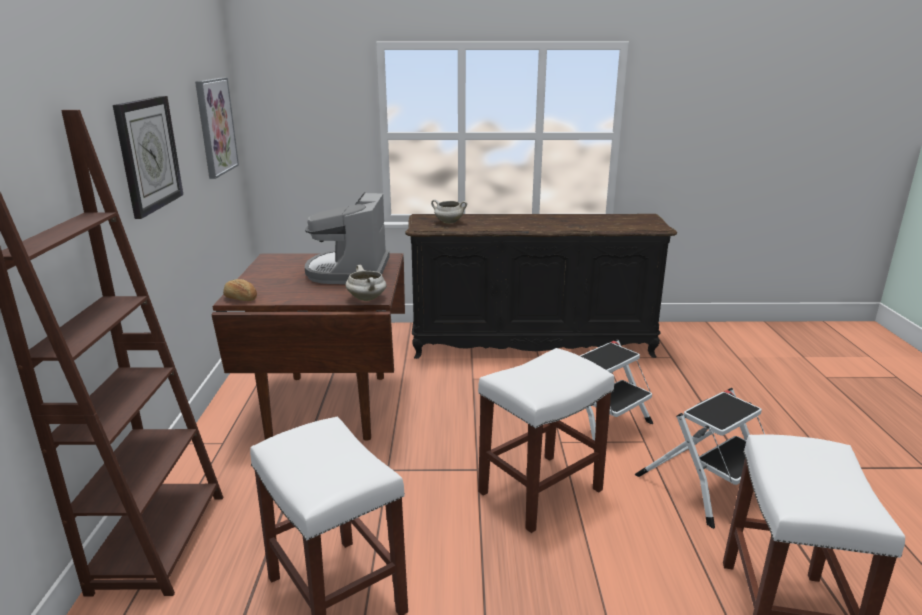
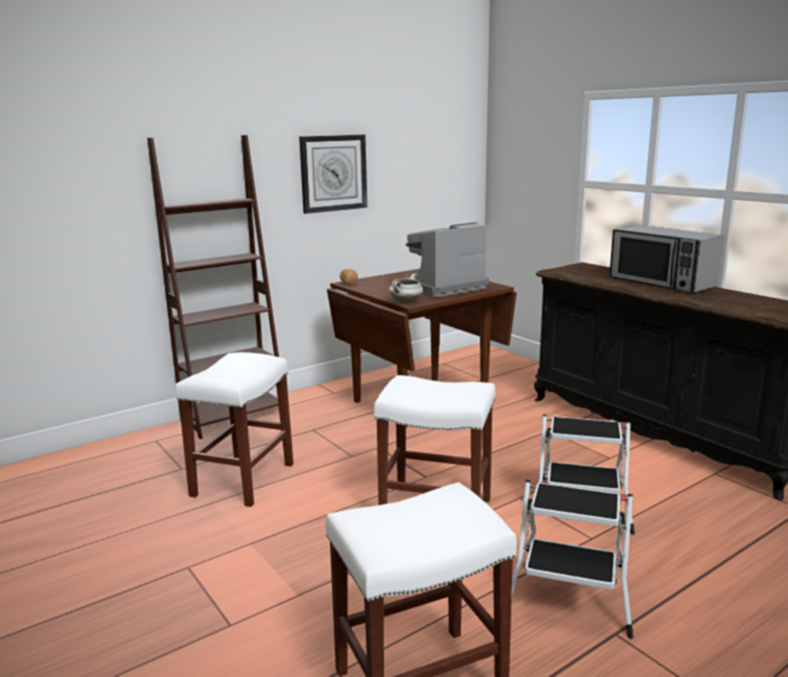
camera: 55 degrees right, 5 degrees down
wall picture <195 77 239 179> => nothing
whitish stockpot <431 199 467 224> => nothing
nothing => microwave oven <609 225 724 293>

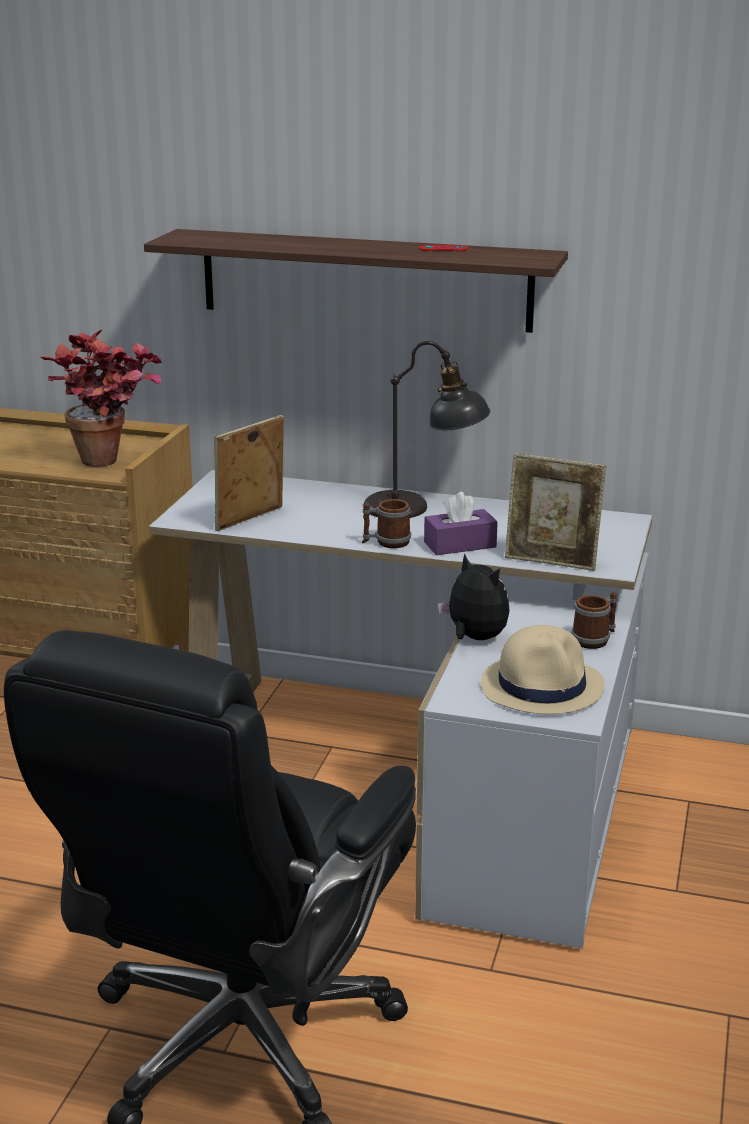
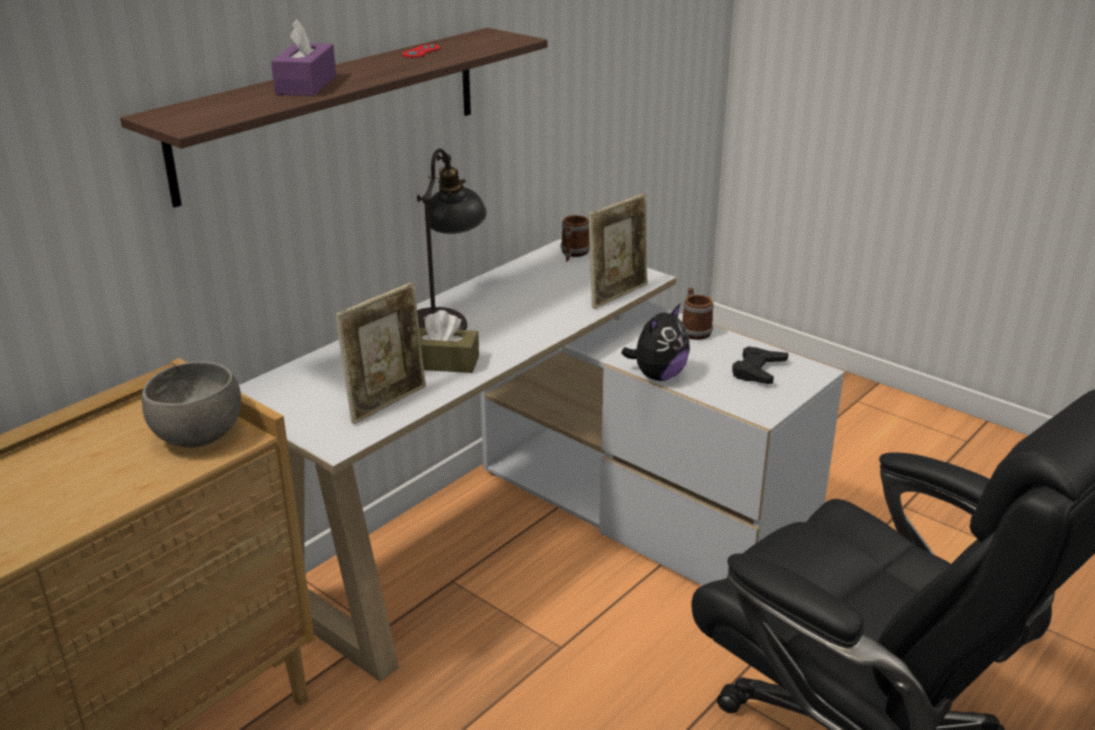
camera: 65 degrees left, 5 degrees up
nothing => brown tissue box <419 310 479 373>
tea mug <362 499 411 548> => tea mug <561 215 590 262>, moved
purple-coloured tissue box <424 492 498 555> => purple-coloured tissue box <271 19 336 96>, moved
potted plant <41 330 162 467> => greyish bowl <142 361 241 448>
sand-coloured clothing hat <481 625 604 714> => black gamepad <732 346 789 384>
standing frame <214 415 284 531> => standing frame <335 282 426 424>, 120 degrees counterclockwise
plush toy <438 553 510 640> => plush toy <621 304 690 381>, 150 degrees clockwise

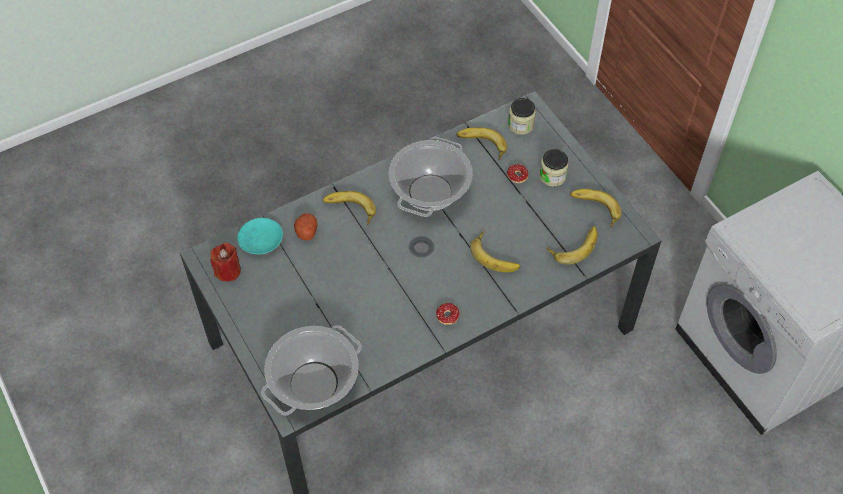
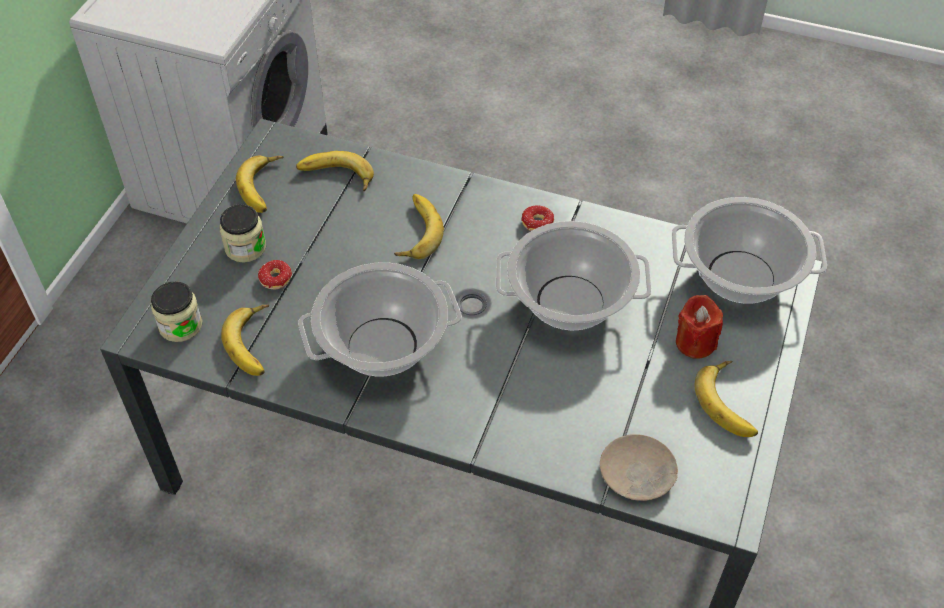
camera: 130 degrees left, 5 degrees down
spud <294 213 317 241> => nothing
nothing => stockpot <496 221 651 331>
red candle <210 243 241 282> => red candle <676 295 723 359>, moved
banana fruit <323 191 376 225> => banana fruit <695 361 758 437>, moved
blue-green flat dish <237 218 283 254> => sand-coloured flat dish <600 434 678 501>

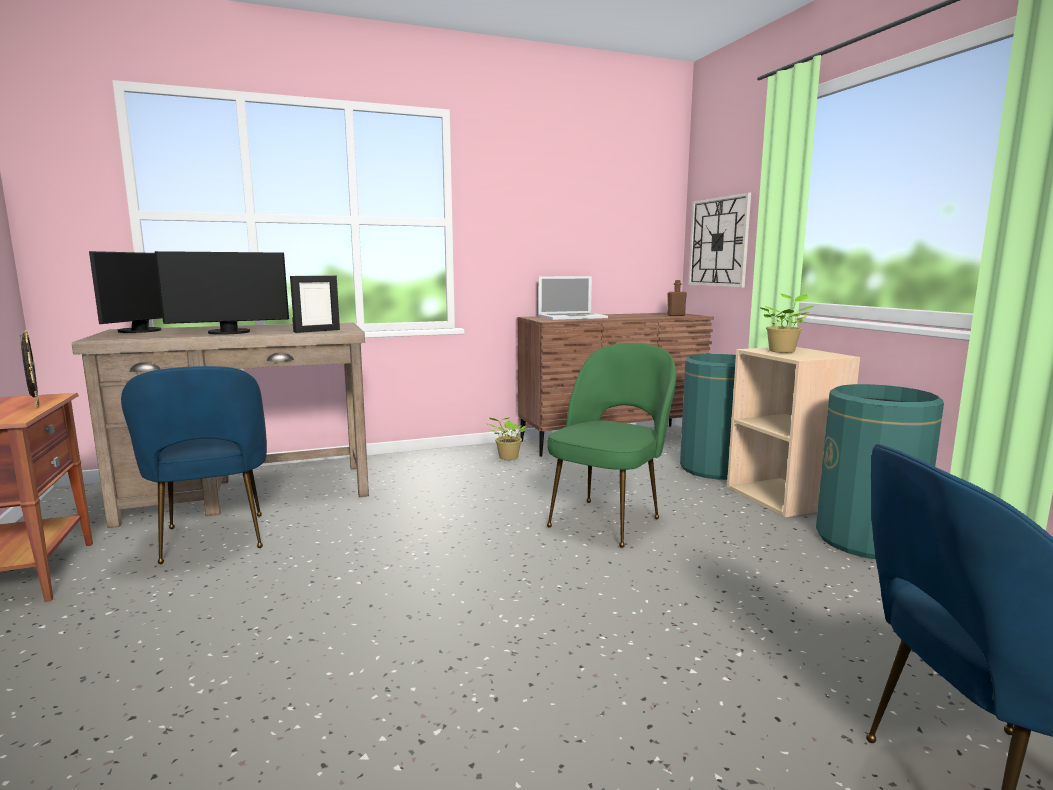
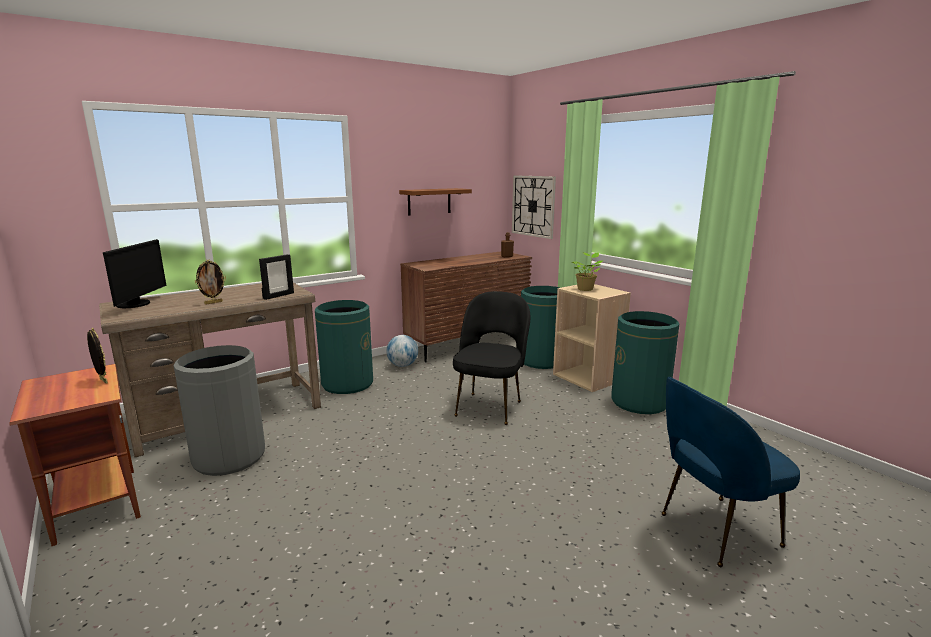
camera: 15 degrees left, 5 degrees up
portable computer <538 276 608 320> => nothing
nothing => greenish waste bin <315 300 373 394>
nothing => brown wall shelf <399 188 472 216>
bluish plain chair <121 366 267 564> => greyish waste bin <174 345 265 476>
computer display <155 251 289 335> => standing frame <195 259 226 304>
potted plant <488 418 527 460> => world globe <386 335 418 367>
greenish plain chair <547 343 676 548> => black plain chair <453 291 530 425>

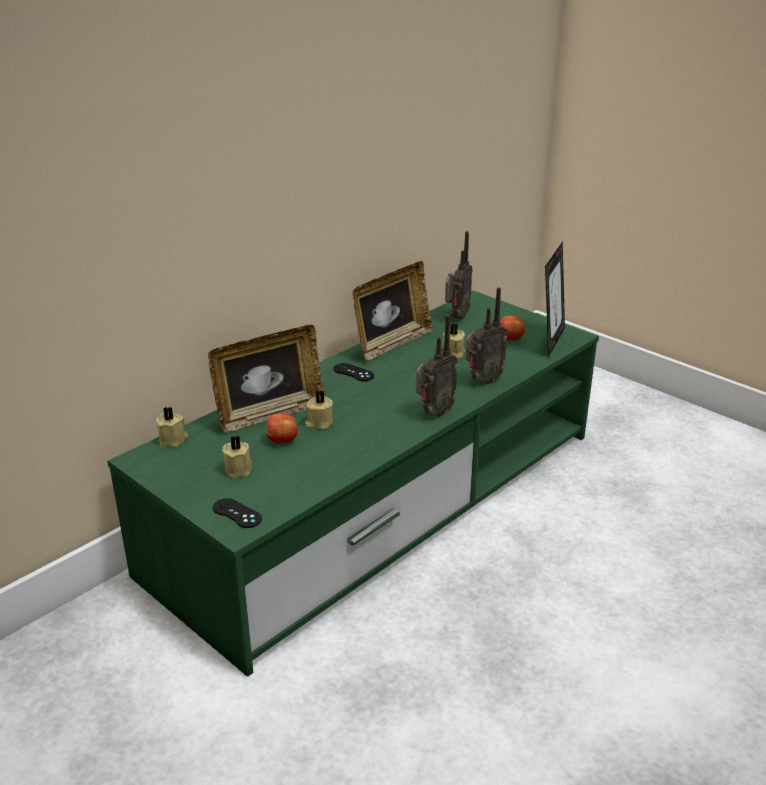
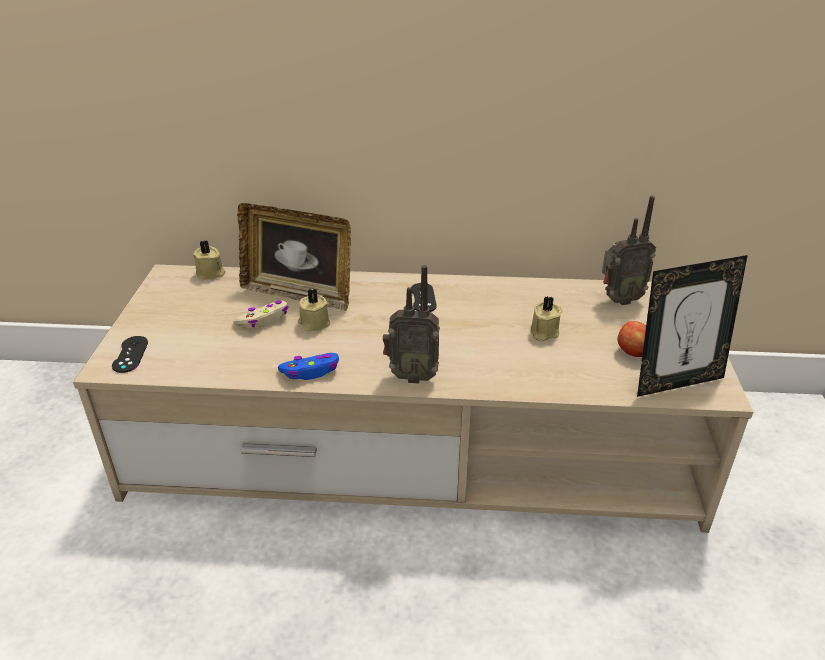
camera: 50 degrees right, 5 degrees up
sand-coloured candle <222 436 252 478> => nothing
standing frame <353 261 434 361> => nothing
radio set <465 287 507 385> => nothing
nothing => bluish gamepad <278 353 339 380>
apple <267 413 298 443> => sand-coloured gamepad <233 300 289 328>
greenish tv stand <107 291 599 677> => sand-coloured tv stand <73 264 753 533>

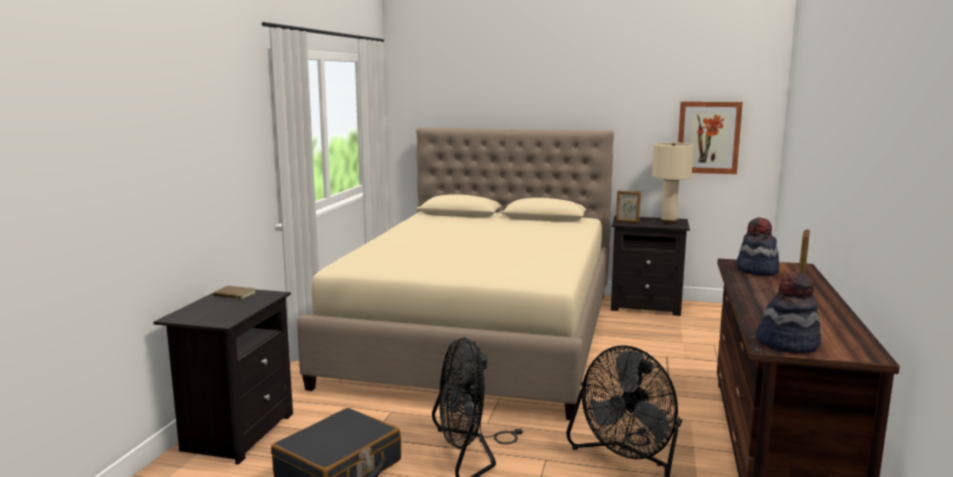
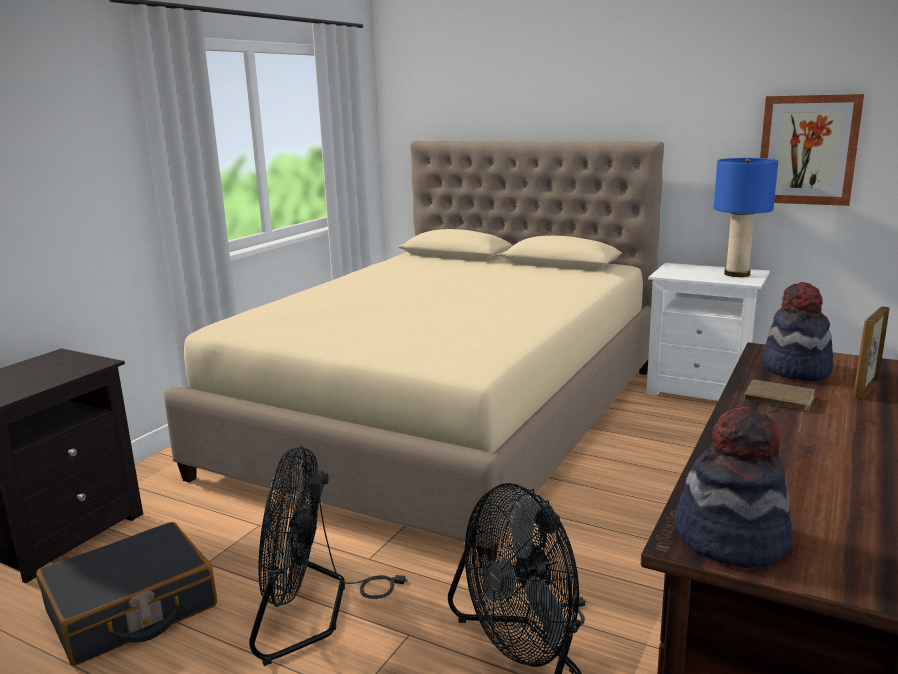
camera: 15 degrees right, 5 degrees up
standing frame <616 190 641 223> => nothing
brown bound book <213 286 256 299> => brown bound book <744 380 815 411>, moved
black bedside table <611 216 690 316> => whitish bedside table <646 263 770 401>
sand-coloured tabletop lamp <652 142 694 224> => bluish tabletop lamp <714 158 778 277>

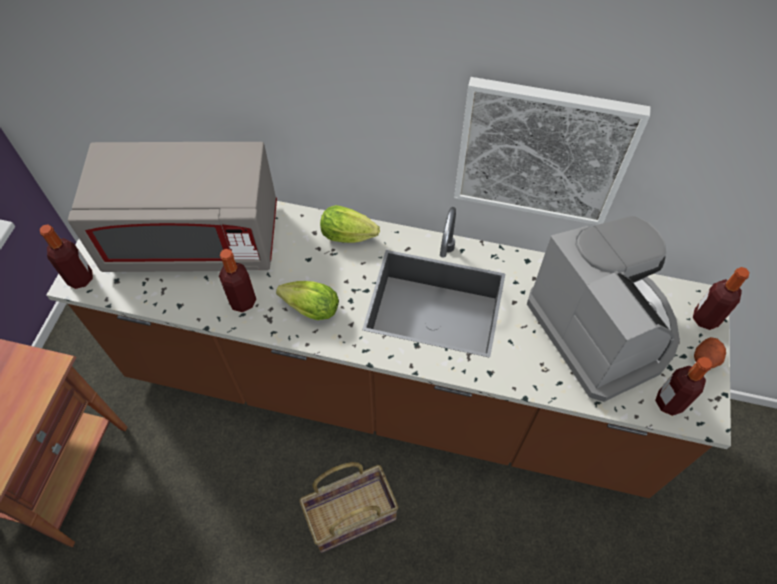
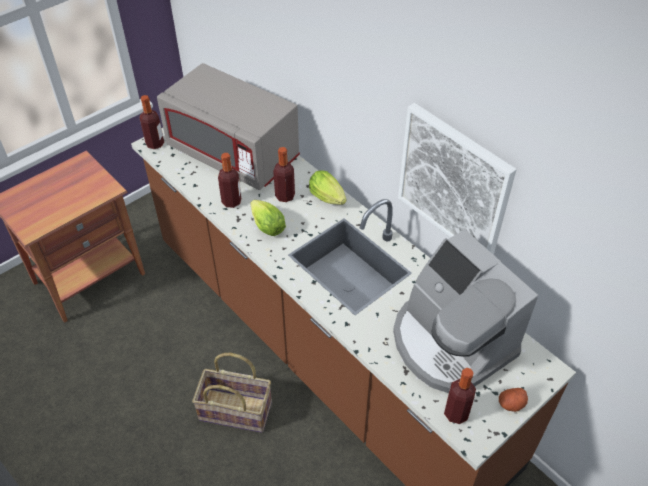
camera: 35 degrees right, 10 degrees down
beverage bottle <693 267 749 330> => beverage bottle <273 147 295 202>, moved
coffee brewer <527 216 680 402> => coffee brewer <393 230 538 393>, 135 degrees clockwise

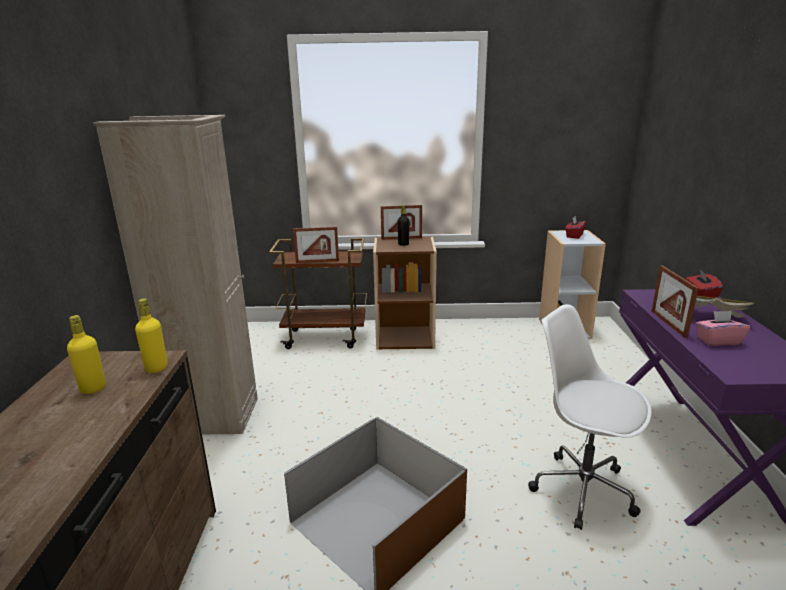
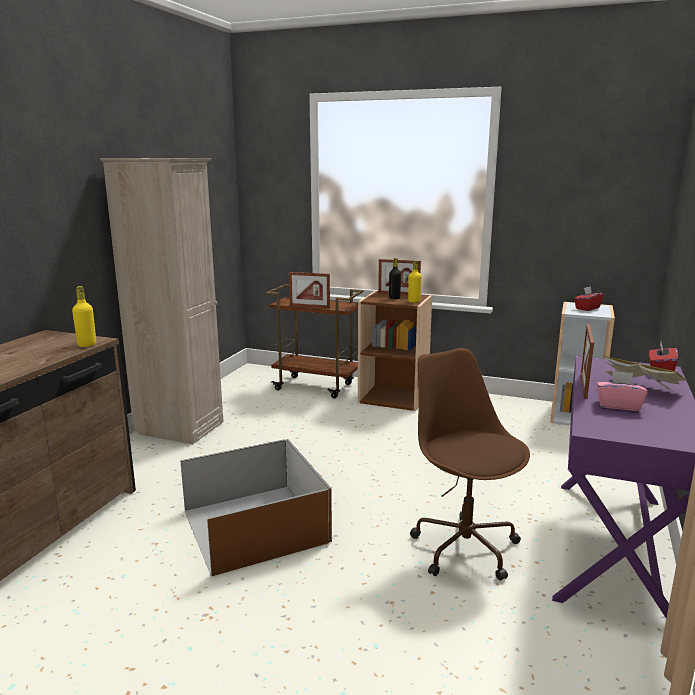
camera: 20 degrees right, 5 degrees down
yellow beverage bottle <67 315 106 394> => yellow beverage bottle <408 260 422 303>, moved
whitish office chair <528 304 652 530> => brown office chair <410 348 530 580>

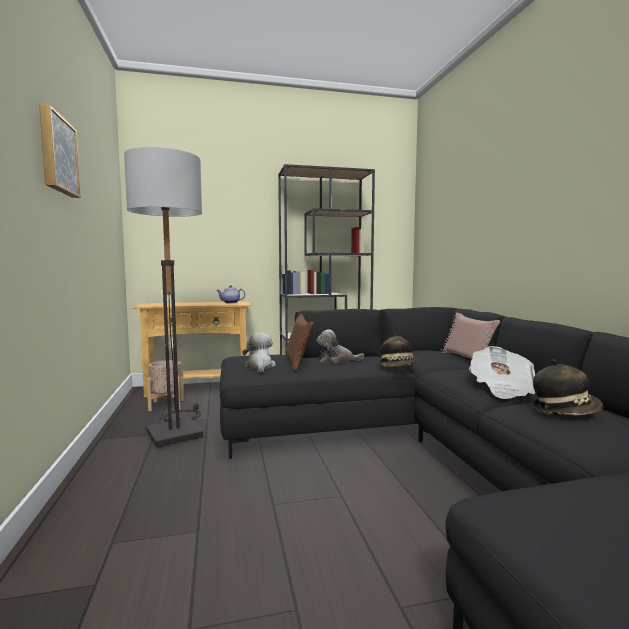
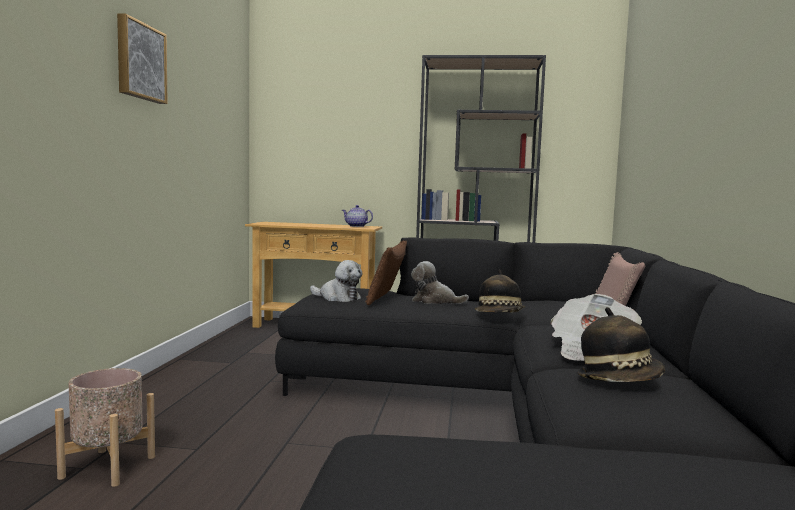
camera: 20 degrees right, 0 degrees up
floor lamp <124 147 203 447> => nothing
sand-coloured flower pot <147 360 184 411> => sand-coloured flower pot <55 368 155 487>, moved
plush toy <242 332 276 372> => plush toy <310 260 363 302>, 105 degrees clockwise

